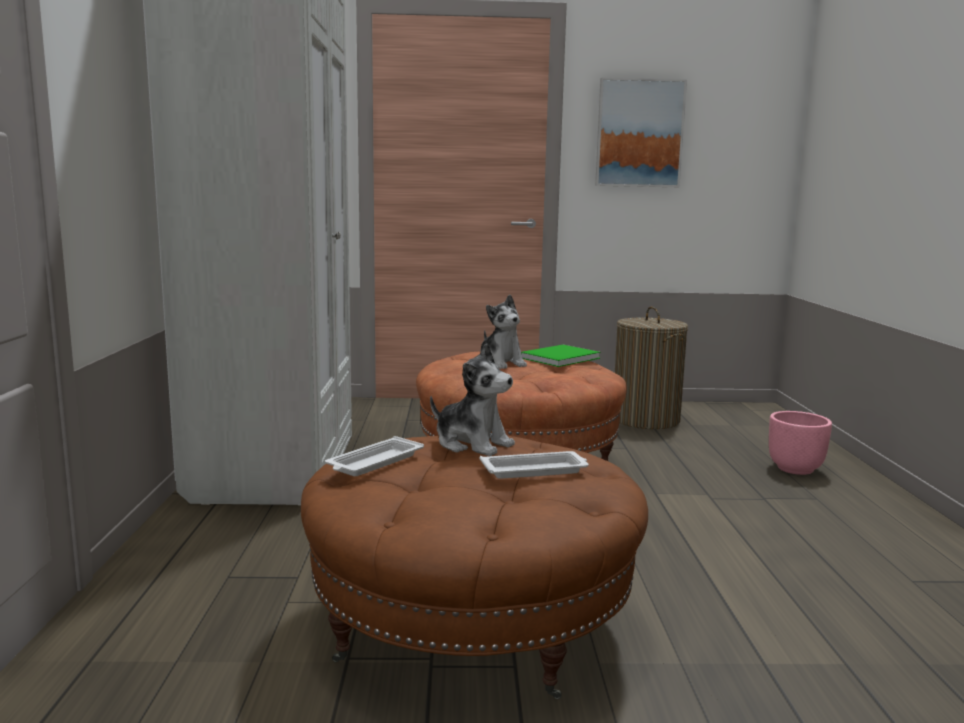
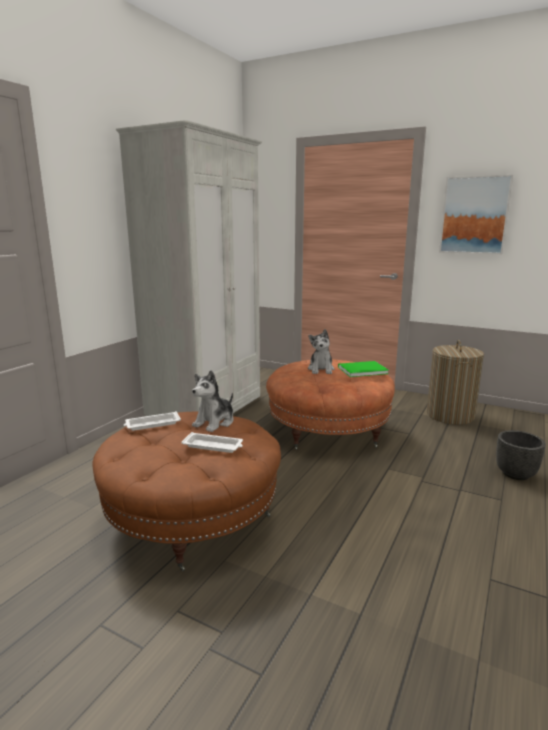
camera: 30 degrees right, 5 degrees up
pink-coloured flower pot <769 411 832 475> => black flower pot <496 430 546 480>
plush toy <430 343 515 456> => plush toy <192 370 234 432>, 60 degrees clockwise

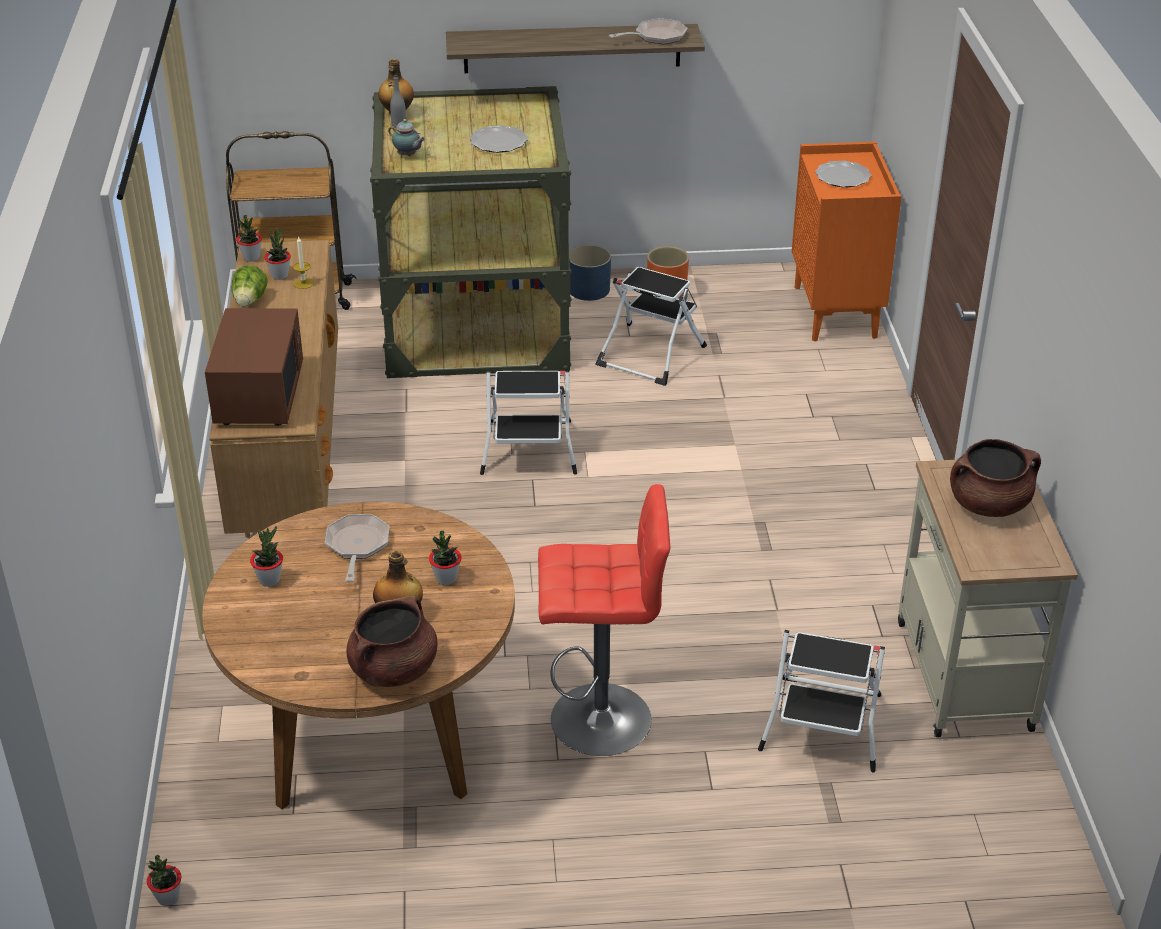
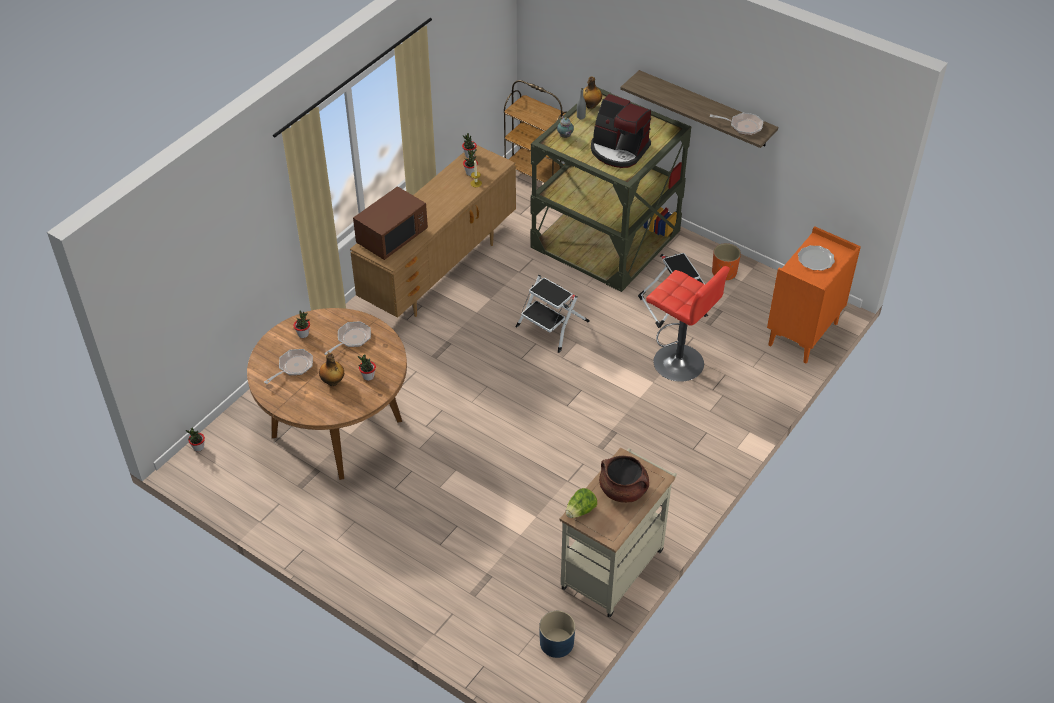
camera: 40 degrees right, 10 degrees up
brown stockpot <347 595 437 687> => nothing
stepladder <758 630 885 773> => nothing
nothing => skillet <264 349 313 384>
head of lettuce <231 265 268 306> => head of lettuce <566 488 597 518>, moved
red stool <538 484 670 756> => red stool <646 266 730 382>, moved
bluish flower pot <569 245 611 301> => bluish flower pot <539 611 575 658>, moved
flat dish <470 125 528 153> => coffee brewer <591 94 651 168>

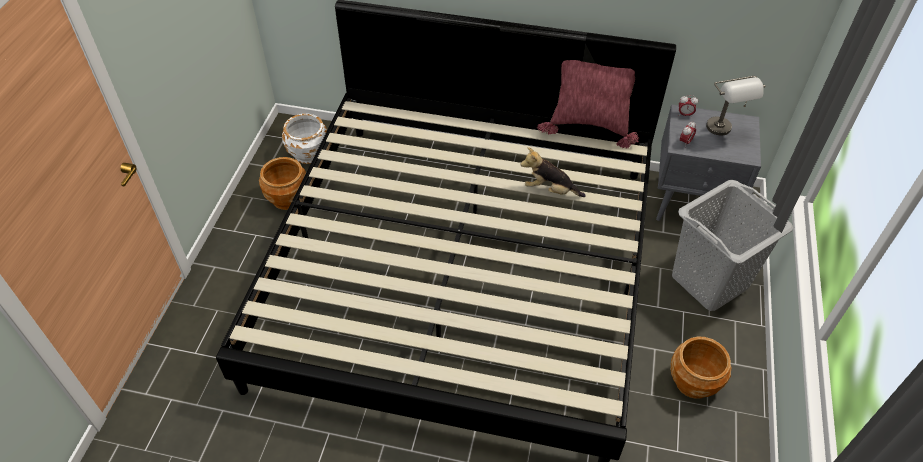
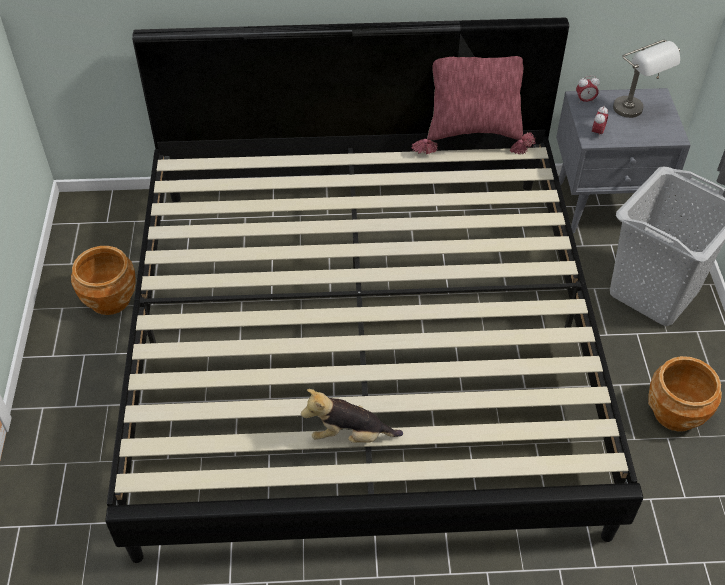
camera: 15 degrees left, 0 degrees up
whitish flower pot <282 113 327 164> => nothing
plush toy <520 147 586 197> => plush toy <301 389 403 443>, moved

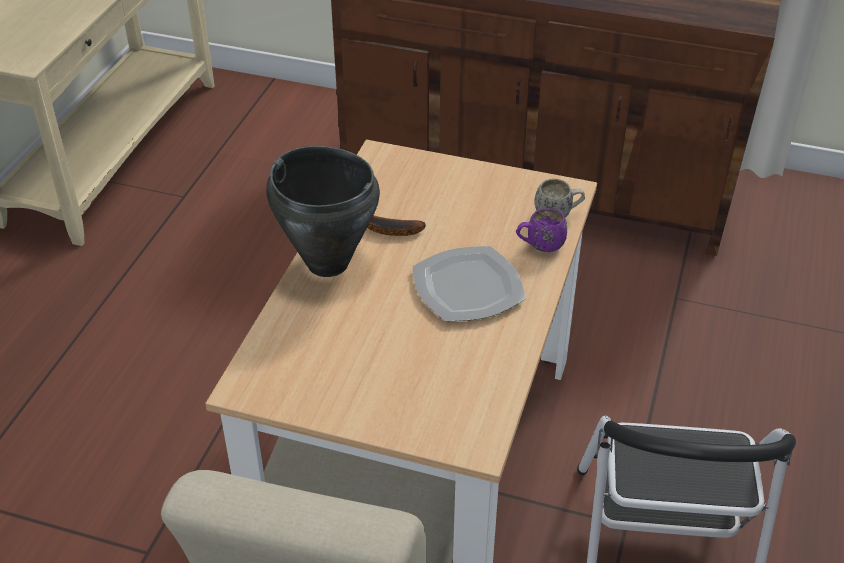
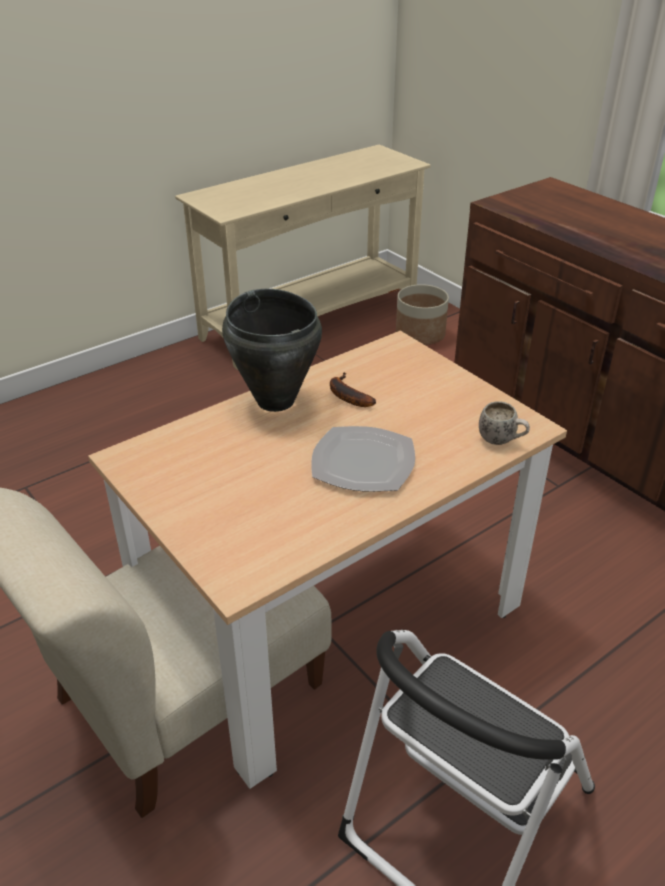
camera: 35 degrees right, 5 degrees down
purple-coloured tea mug <516 208 567 252> => nothing
nothing => flower pot <396 284 449 345>

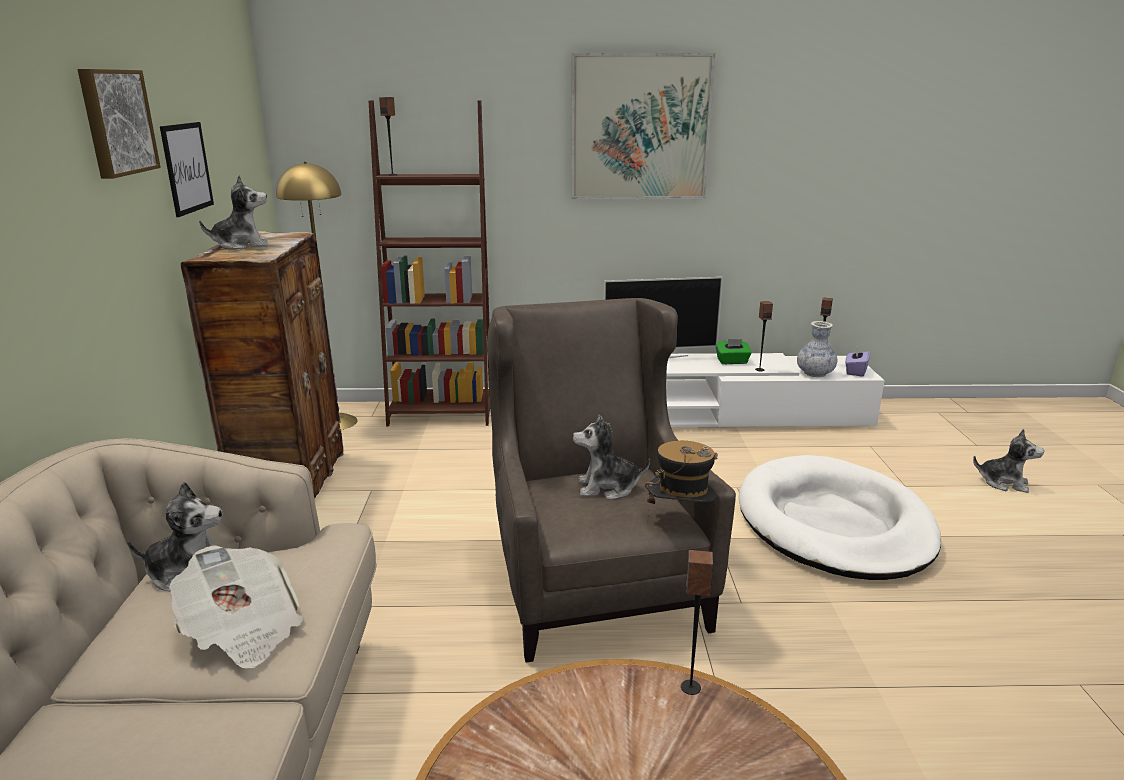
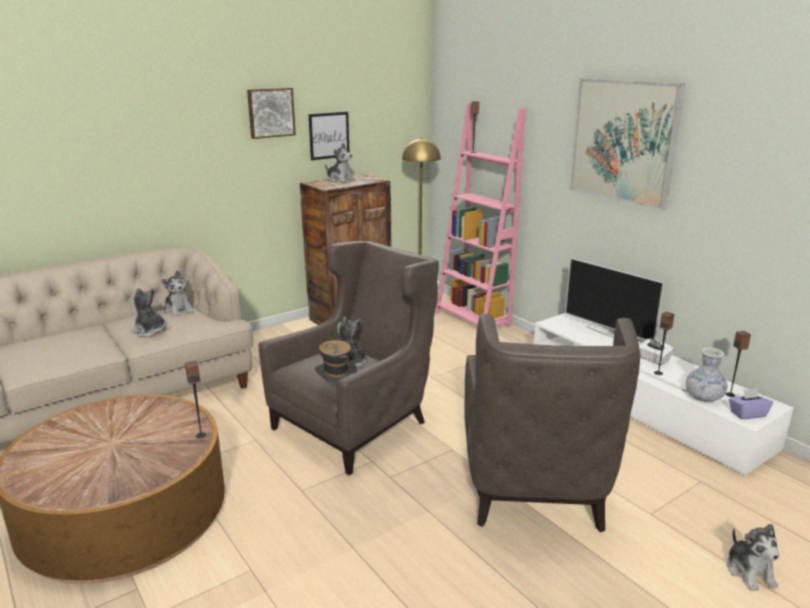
camera: 55 degrees right, 0 degrees up
printed paper <169 545 303 669> => plush toy <131 288 166 337>
whitish dog bed <738 455 941 580> => greyish lounge chair <464 314 640 532>
brown bookcase <368 100 490 426> => pink-coloured bookcase <435 103 526 327>
greenish tissue box <715 339 752 364> => whitish tissue box <639 338 674 365>

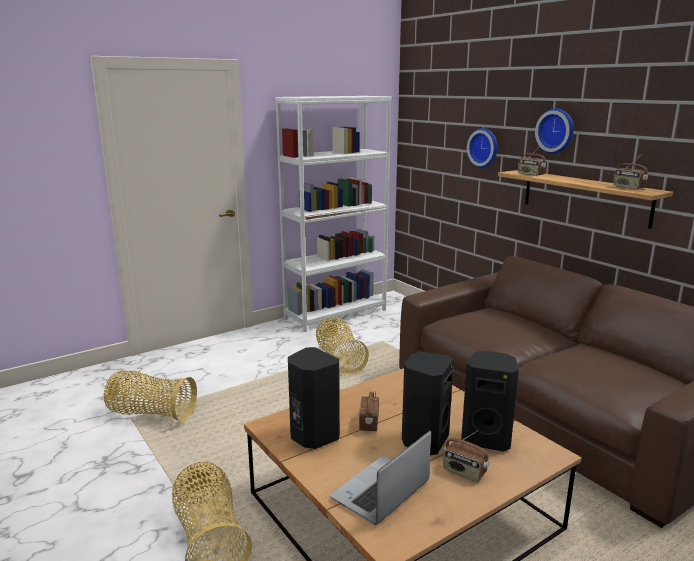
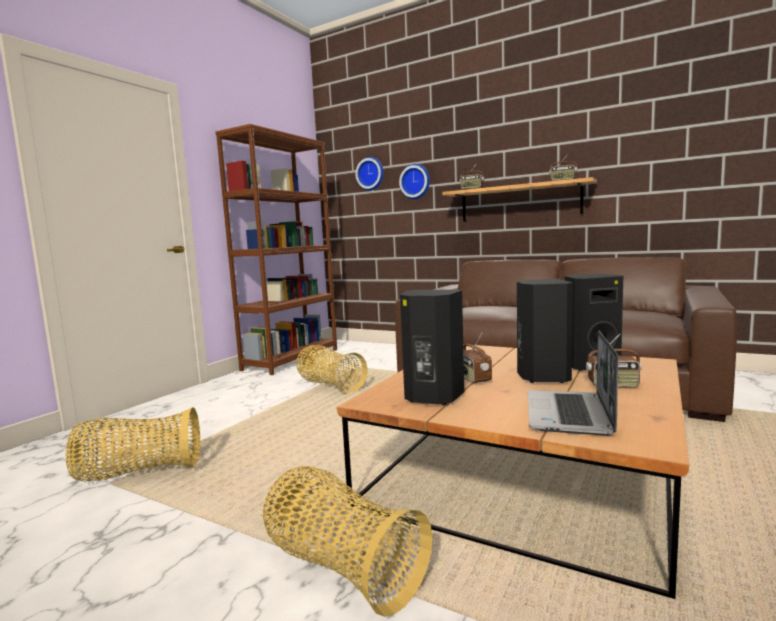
camera: 25 degrees left, 10 degrees down
wall clock <535 108 574 154> => wall clock <355 157 384 190>, moved
whitish bookcase <275 96 392 332> => brown bookcase <215 124 337 375>

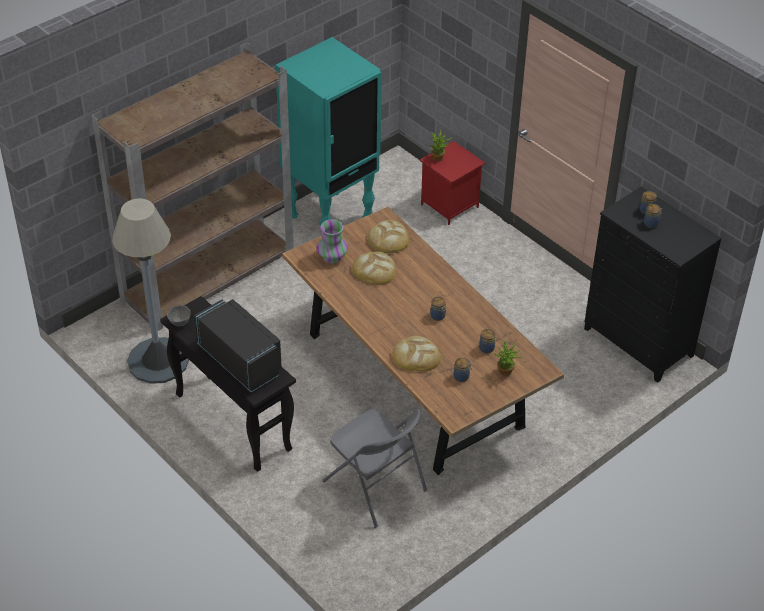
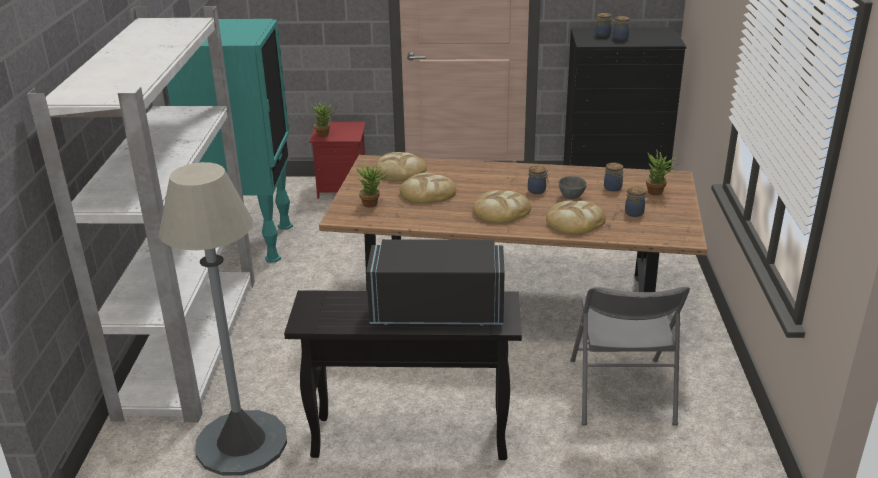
camera: 45 degrees left, 15 degrees down
nothing => bread <473 190 531 224>
greyish bowl <167 305 190 326> => greyish bowl <559 176 587 199>, moved
flower vase <317 219 348 263> => potted plant <356 163 388 208>
brown bookcase <91 42 294 331> => whitish bookcase <27 6 255 422>
greyish plain chair <322 409 427 528> => greyish plain chair <570 287 690 425>, 90 degrees clockwise

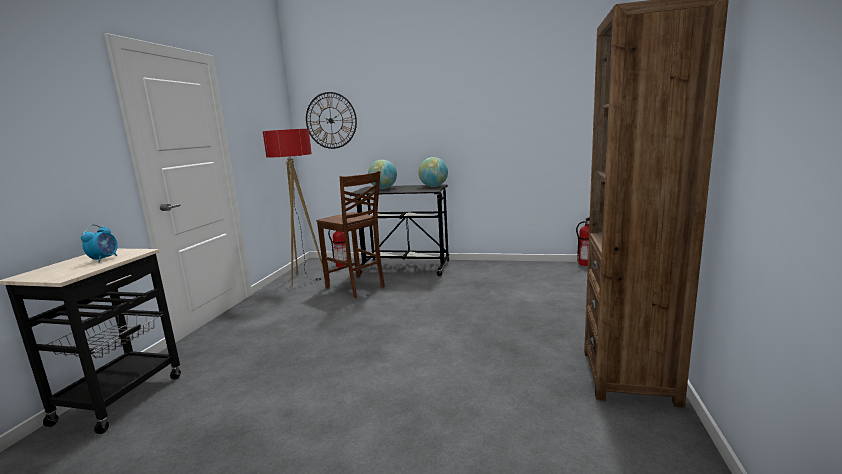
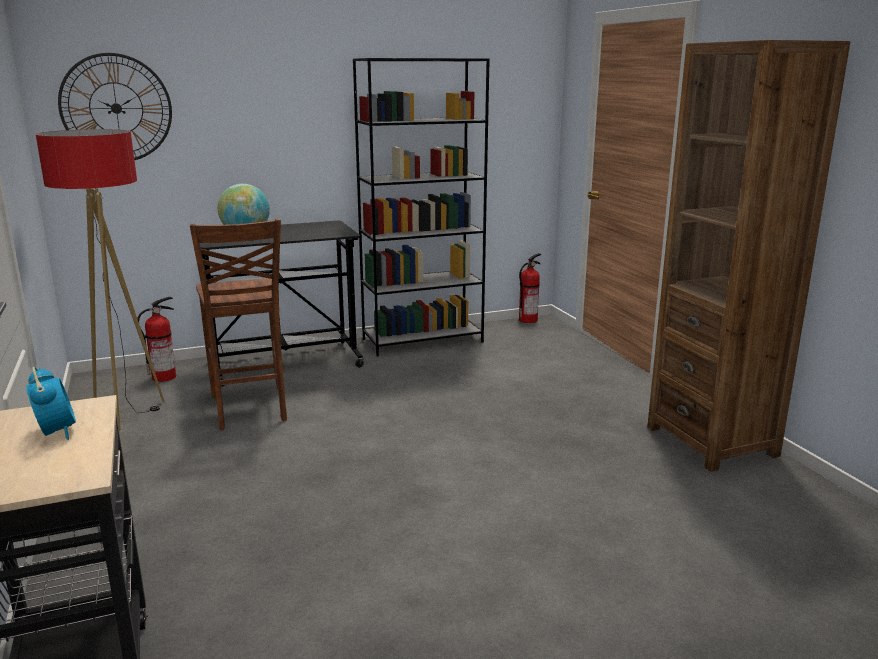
camera: 35 degrees left, 5 degrees up
world globe <418 157 448 187> => nothing
nothing => greyish bookcase <353 58 490 357>
brown plain chair <316 171 385 298> => brown plain chair <190 219 287 430>, 60 degrees clockwise

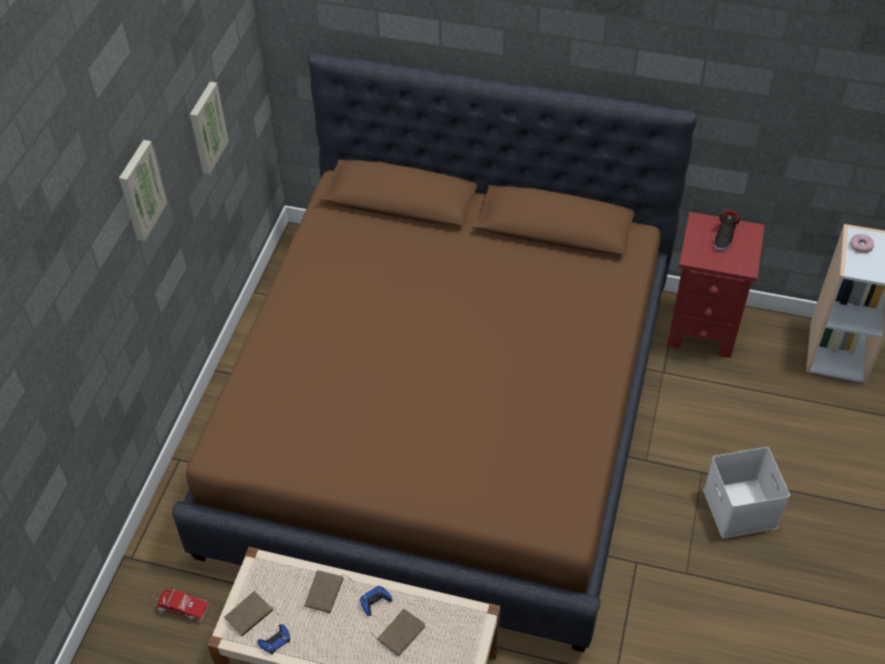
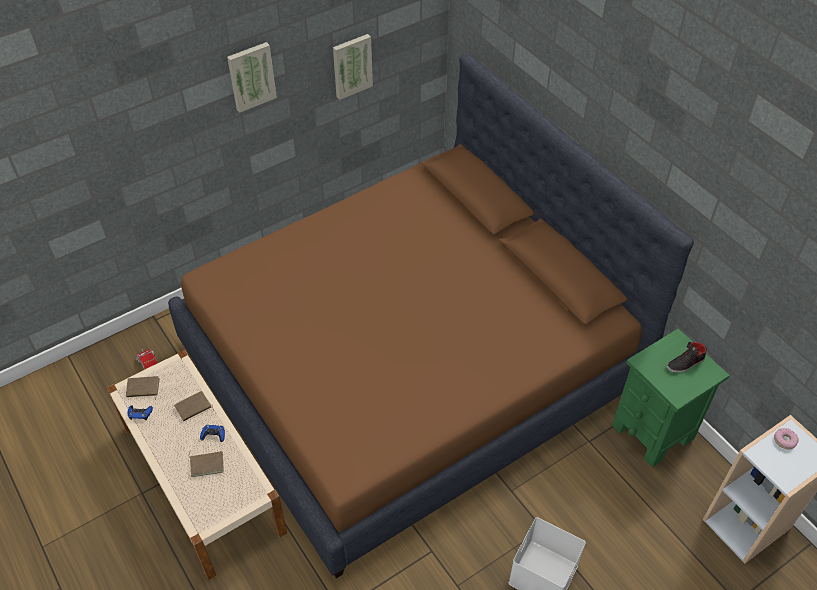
camera: 40 degrees right, 0 degrees up
red bedside table <667 212 765 358> => greenish bedside table <612 329 730 467>

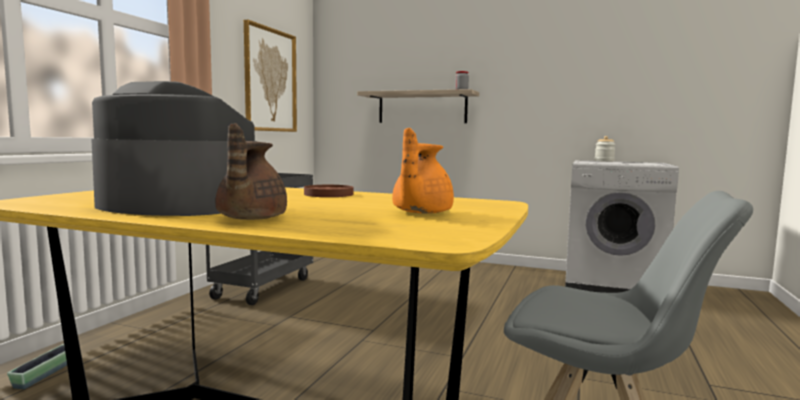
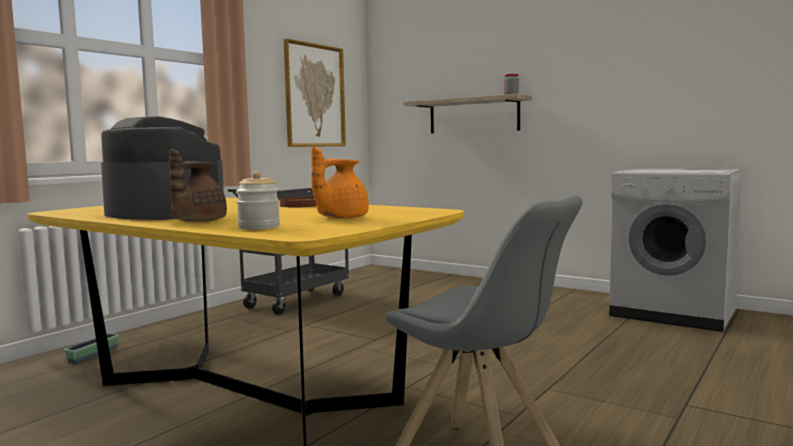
camera: 15 degrees right, 0 degrees up
preserve jar <595 136 616 162> => preserve jar <236 171 280 230>, moved

